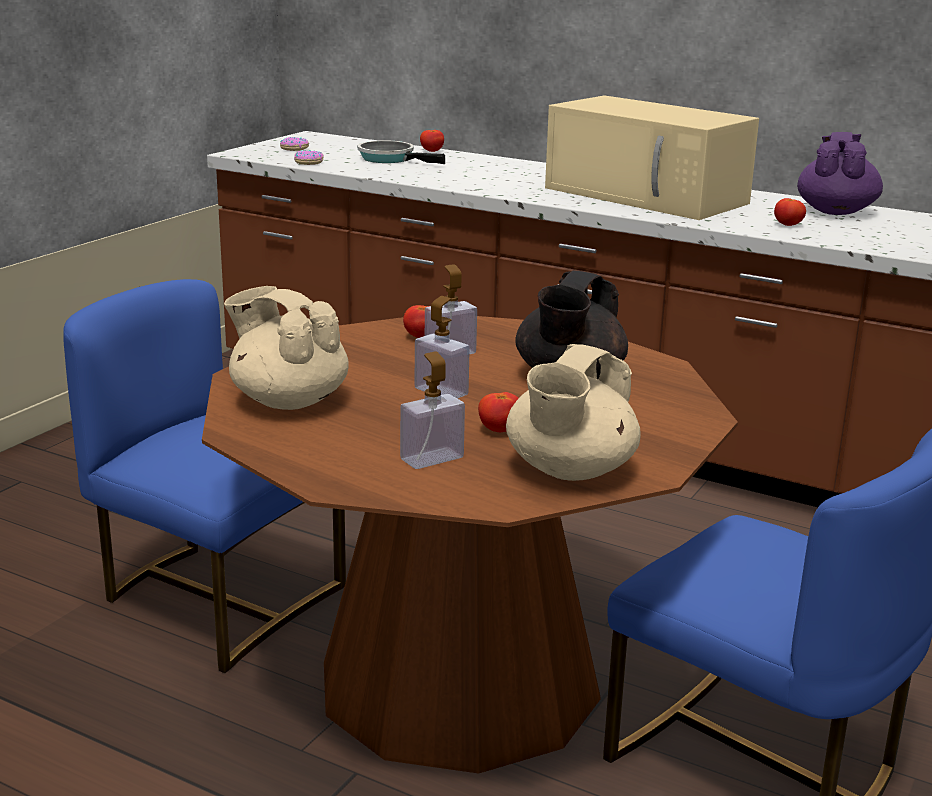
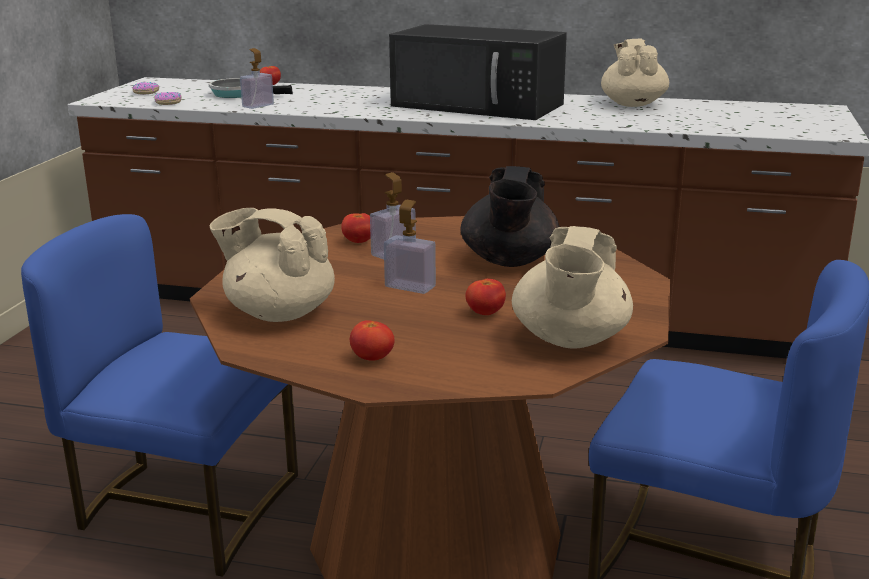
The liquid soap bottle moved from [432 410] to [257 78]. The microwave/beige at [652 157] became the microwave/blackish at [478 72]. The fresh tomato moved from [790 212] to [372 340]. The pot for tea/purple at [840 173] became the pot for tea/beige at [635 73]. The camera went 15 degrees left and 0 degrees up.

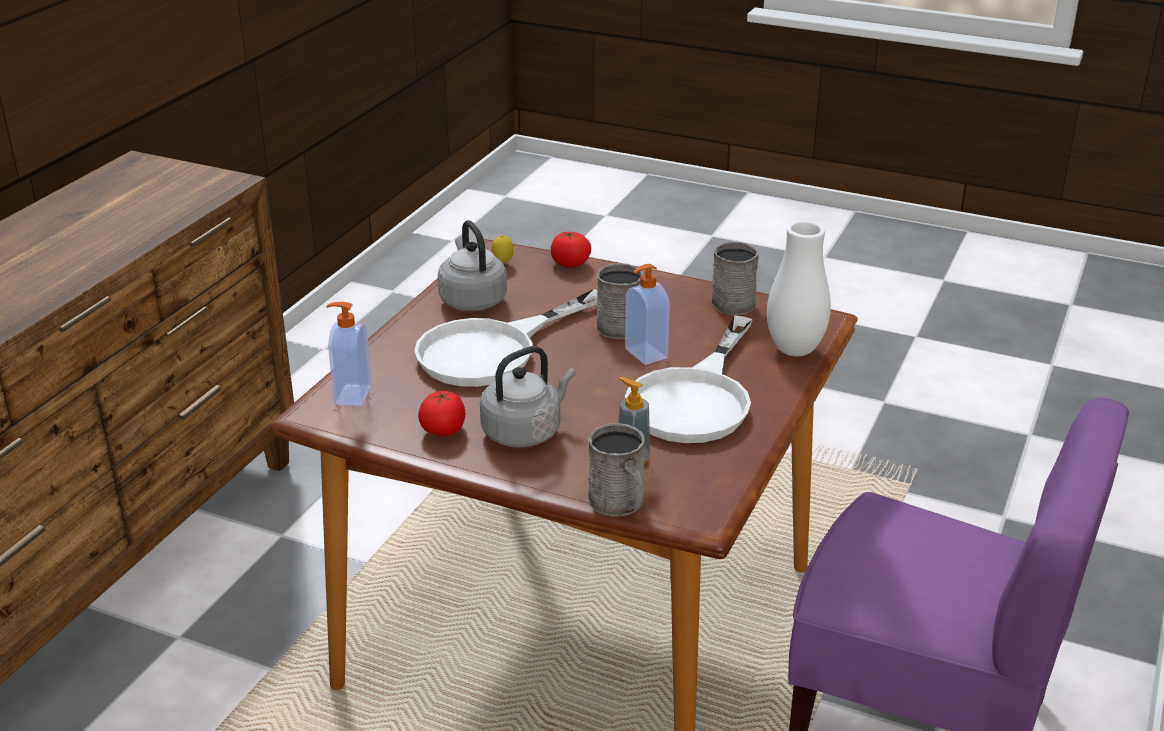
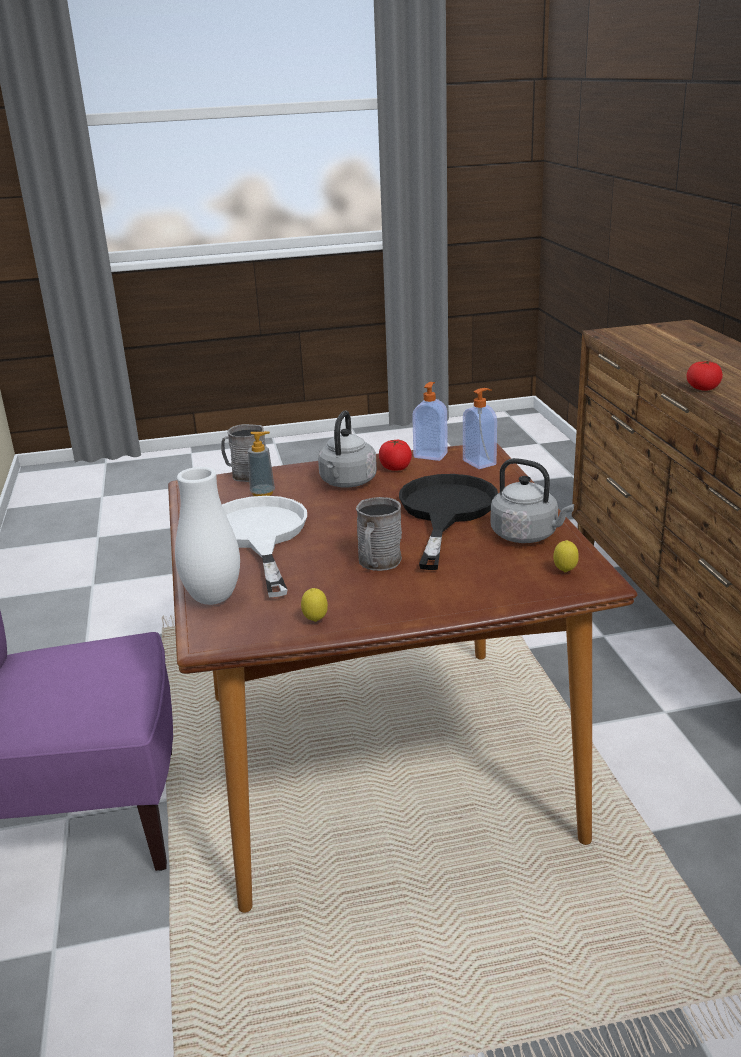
The skillet/white at [506 338] became the skillet/blackish at [448 522]. The fresh tomato moved from [571 250] to [705 376]. The liquid soap bottle moved from [647 314] to [430 421]. The coffee mug/grey at [735 278] was replaced by the lemon at [314 605]. The camera went 145 degrees right and 5 degrees down.

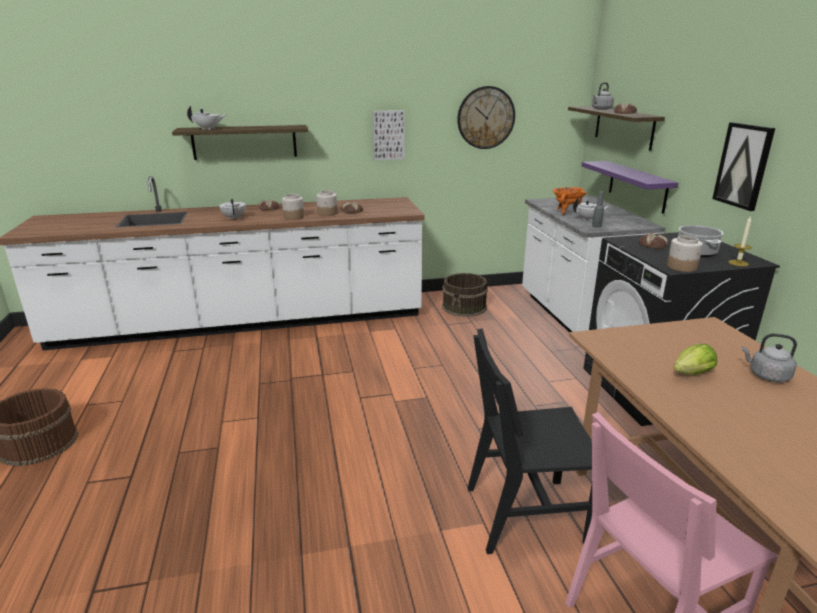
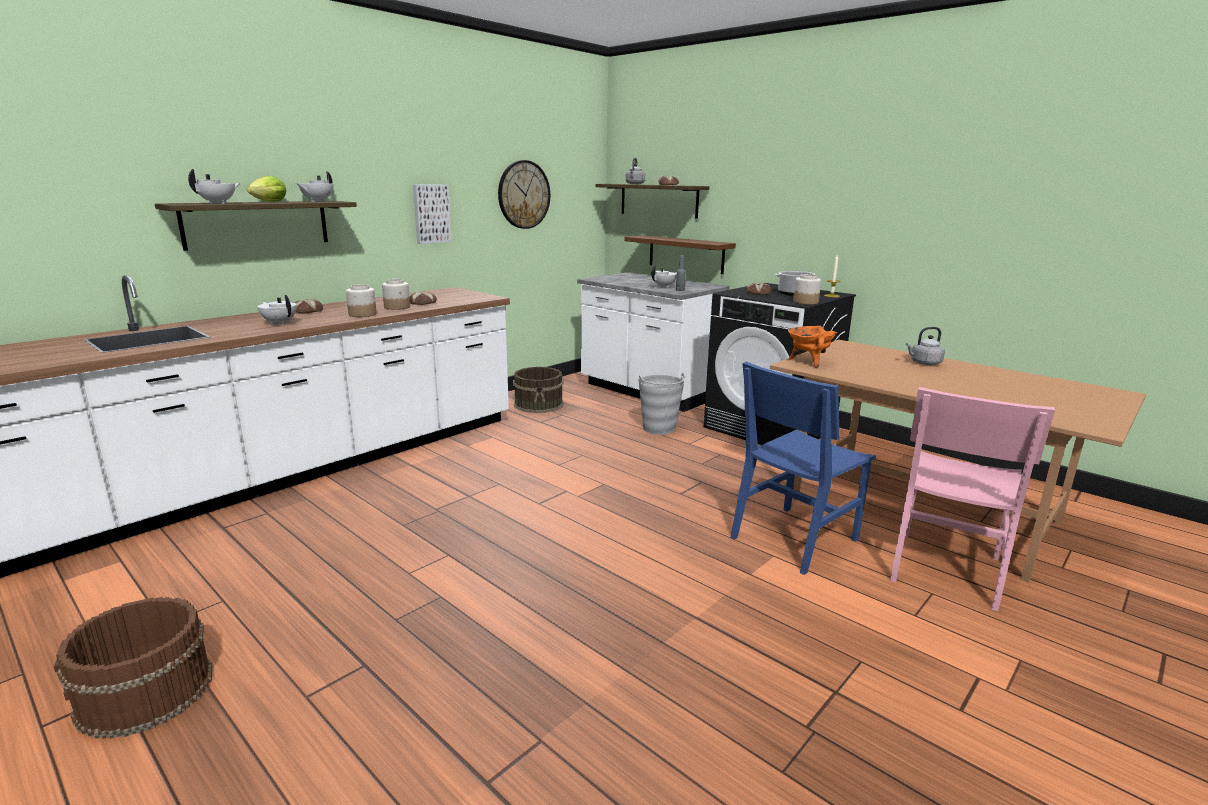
The chair/blackish at [530 441] became the chair/bluish at [803 468]. The saucepot/orange-coloured moved from [570 201] to [812 347]. The wall shelf/purple at [629 187] became the wall shelf/brownish at [680 254]. The head of lettuce moved from [695 359] to [266 189]. The wall picture at [743 166] disappeared. The pot for tea/white at [315 186] appeared. The pail/grey at [662 404] appeared. The camera went 35 degrees left and 5 degrees down.

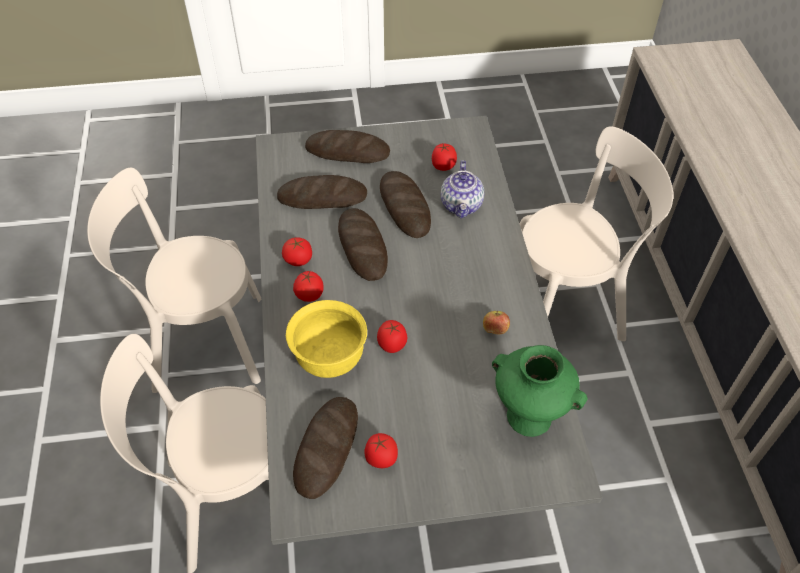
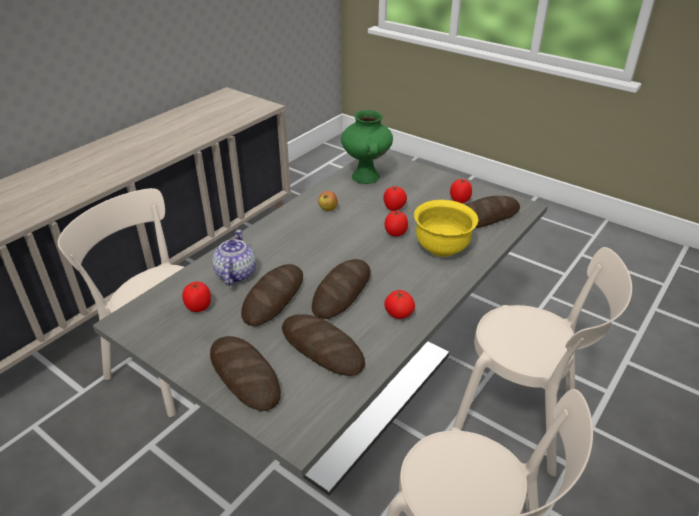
The fresh tomato moved from [308 286] to [395 198]. The pot for tea at [462 189] turned 45 degrees counterclockwise. The camera went 135 degrees left and 15 degrees down.

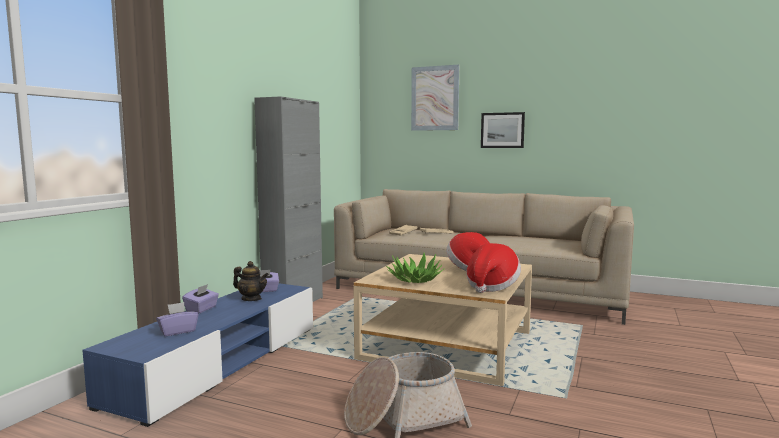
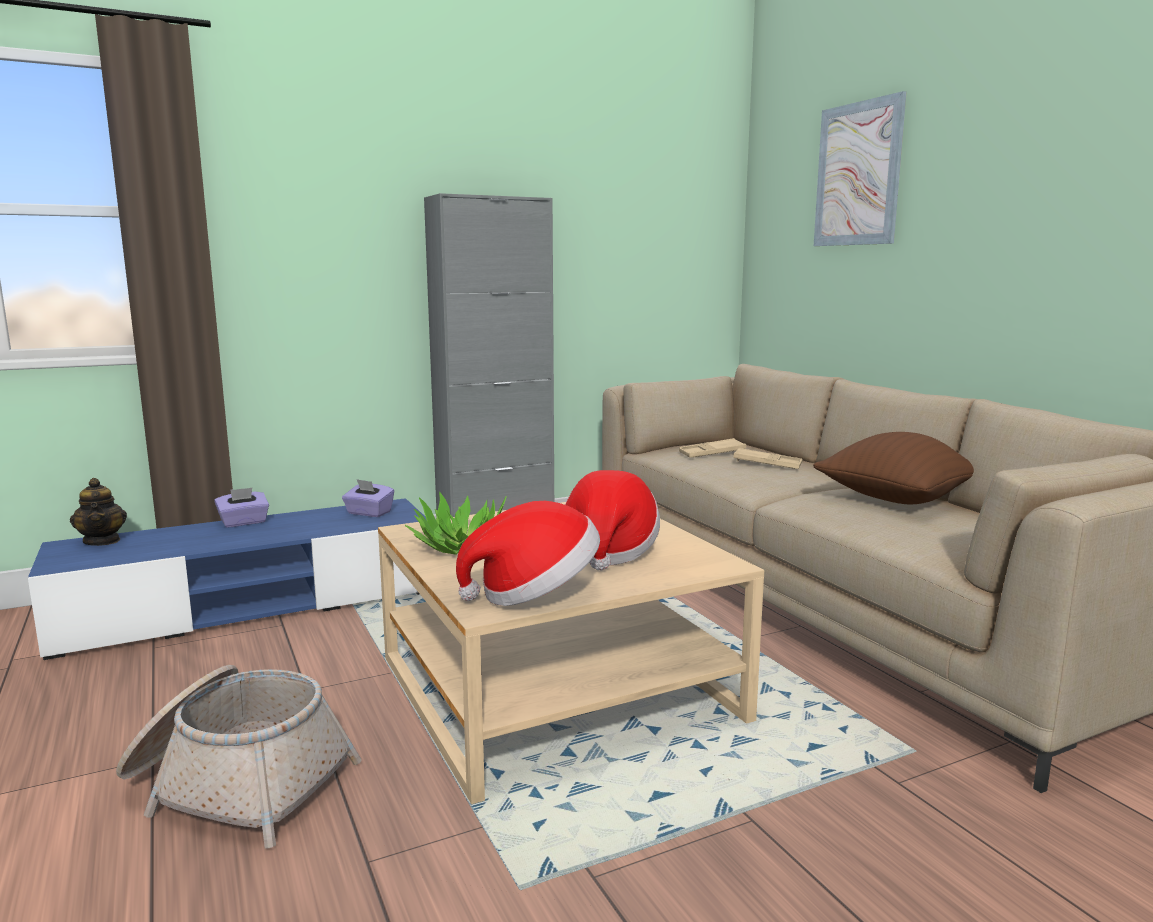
The box of tissues/purple at [177 319] disappeared. The pot for tea moved from [251 281] to [98 512]. The wall picture at [503 130] disappeared. The cushion/brownish at [893 468] appeared. The camera went 40 degrees right and 5 degrees up.

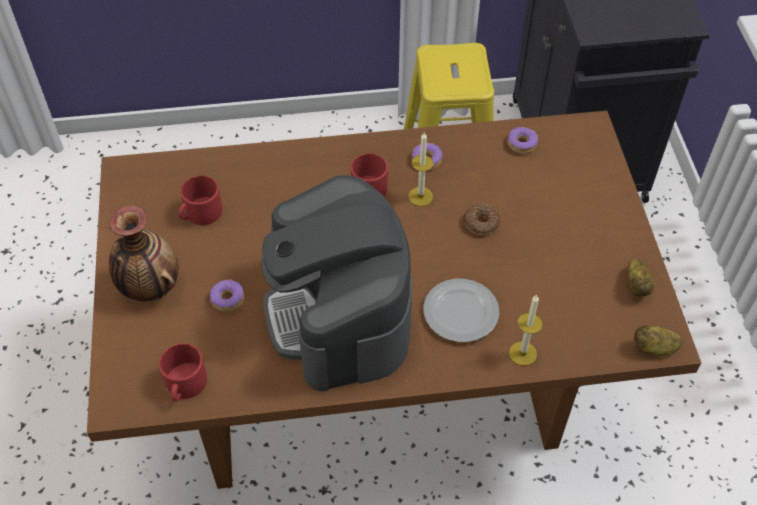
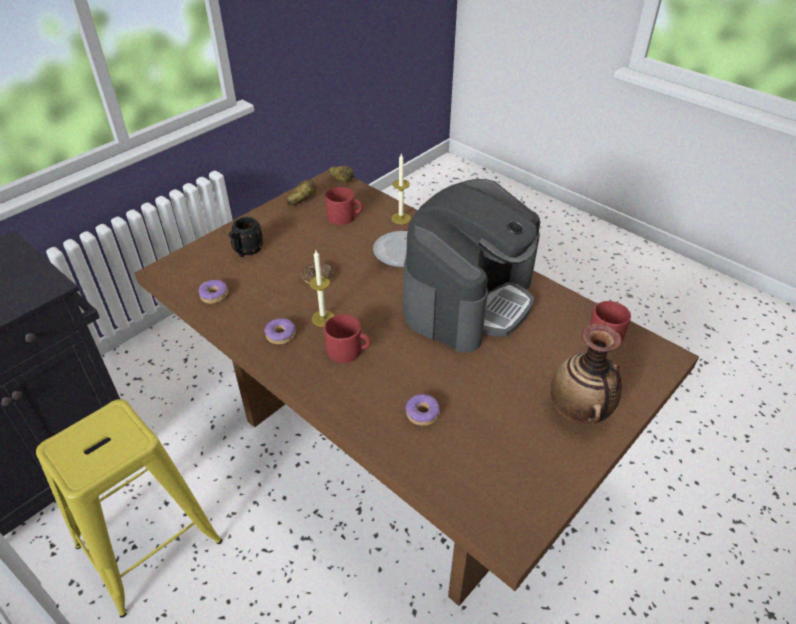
The coffee mug/reddish moved from [200 200] to [344 206]. The doughnut moved from [227 295] to [423 410]. The coffee mug/blackish at [246 237] appeared. The camera went 130 degrees left and 10 degrees down.

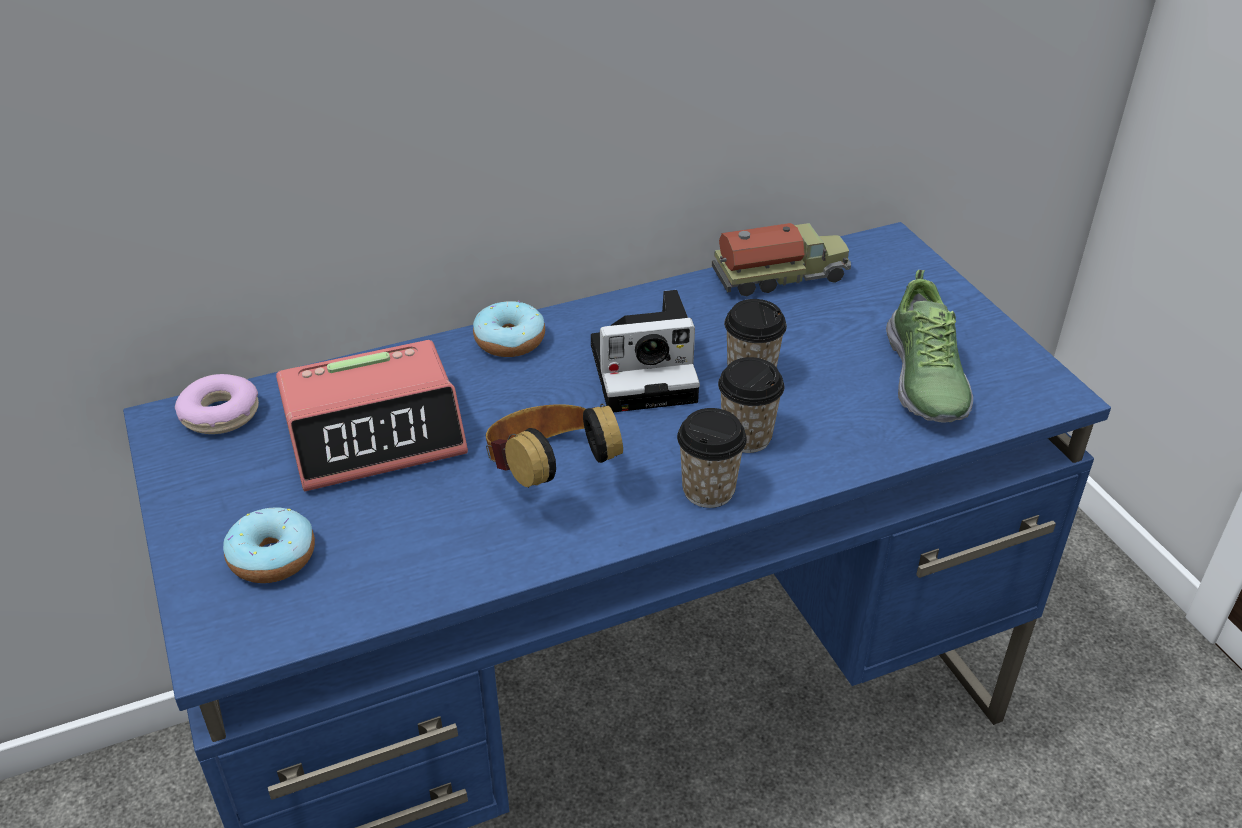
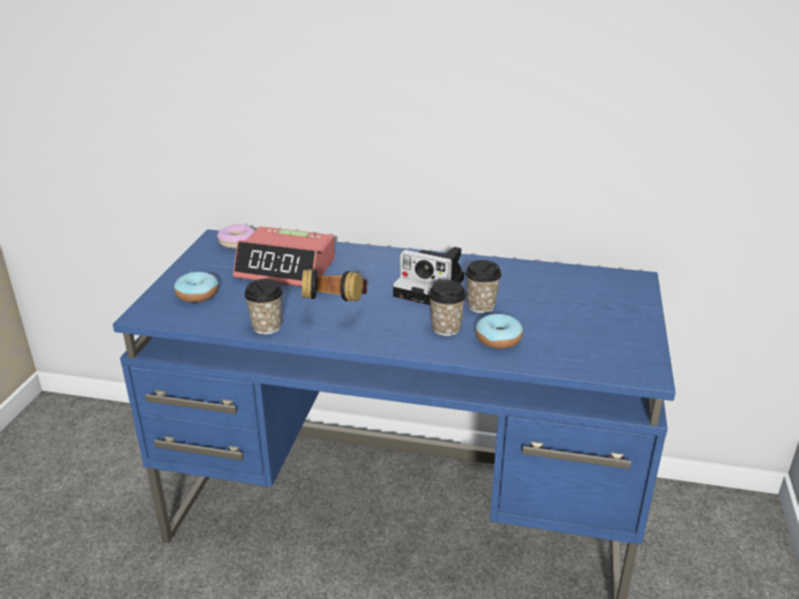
The doughnut moved from [509 328] to [499 331]. The small cup moved from [712 458] to [263 307]. The model truck at [781 259] disappeared. The low shoe at [929 346] disappeared. The camera went 35 degrees right and 10 degrees down.

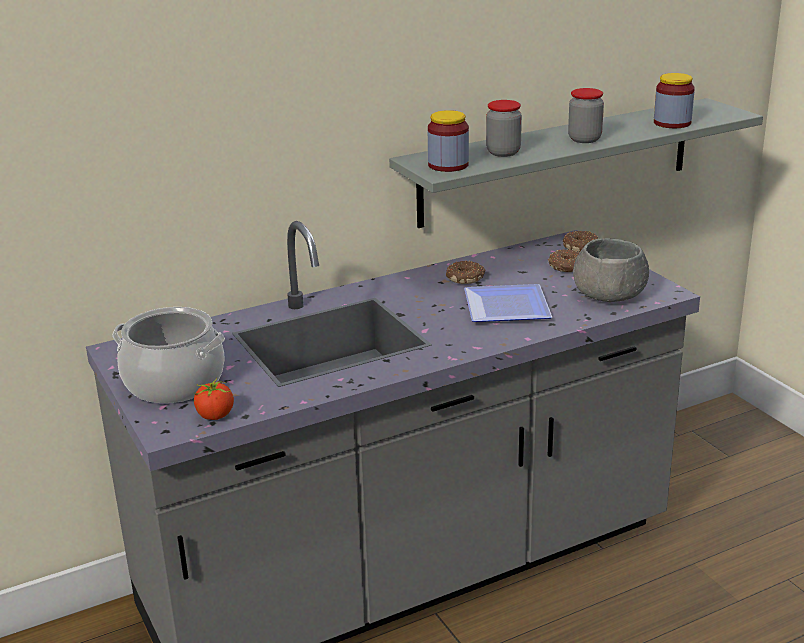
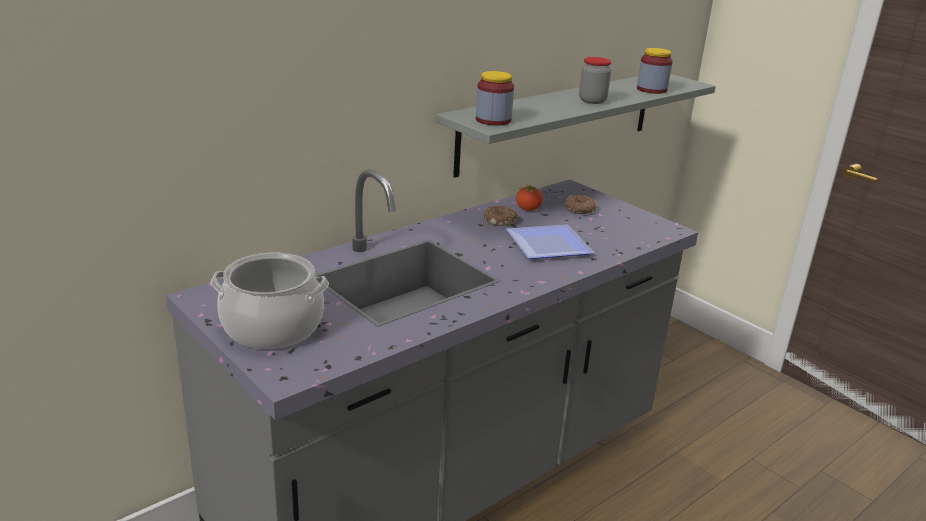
The fresh tomato moved from [214 399] to [530 197]. The jar at [504 128] disappeared. The doughnut at [581 241] disappeared. The bowl/grey at [611 270] disappeared. The camera went 15 degrees left and 0 degrees up.

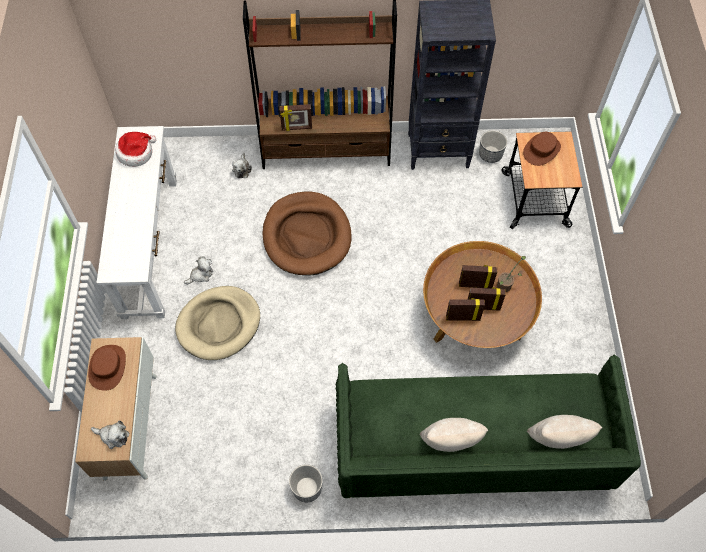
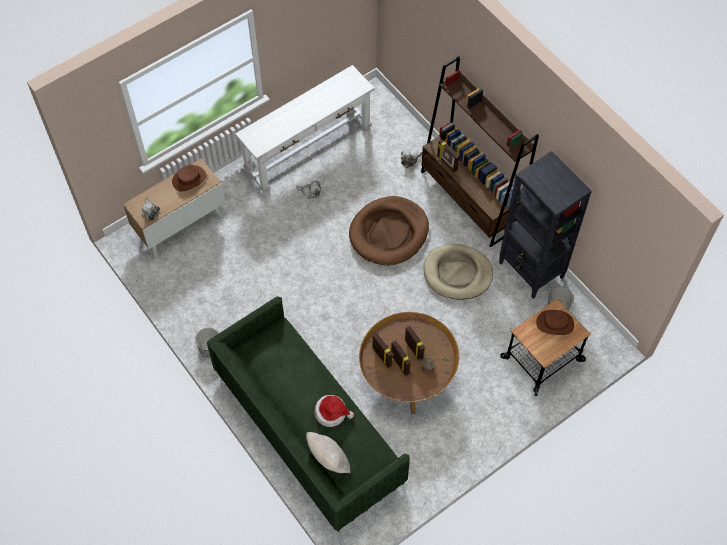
The hat moved from [135 149] to [334 411]. The dog bed/beige moved from [217 323] to [458 272]. The cushion/beige at [454 435] disappeared. The camera went 55 degrees right and 0 degrees up.

